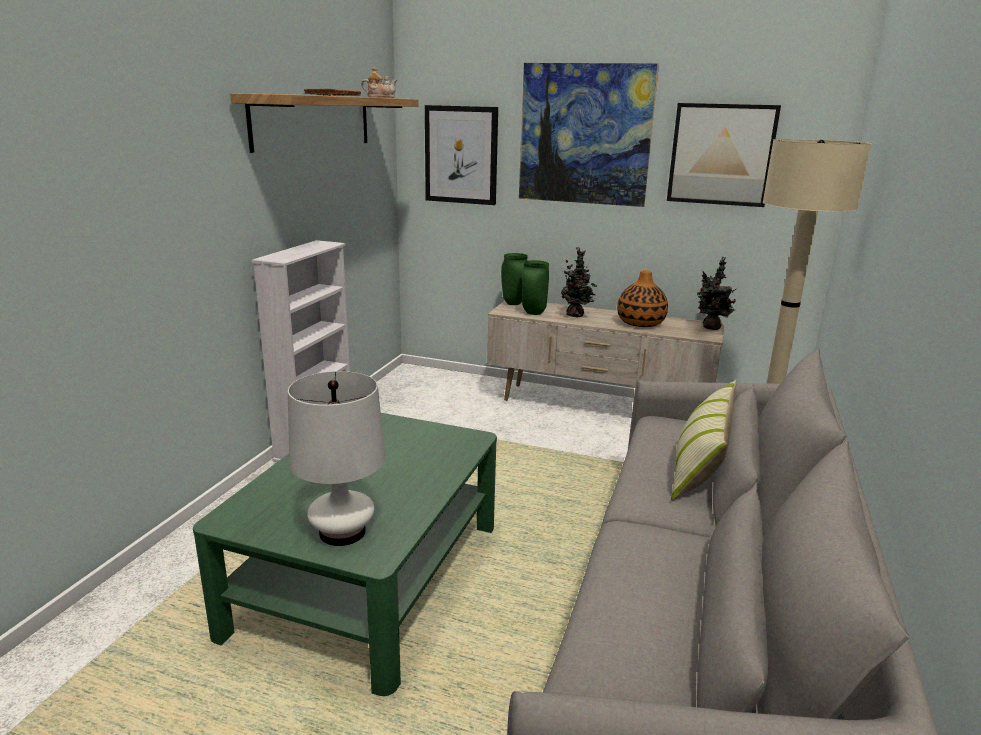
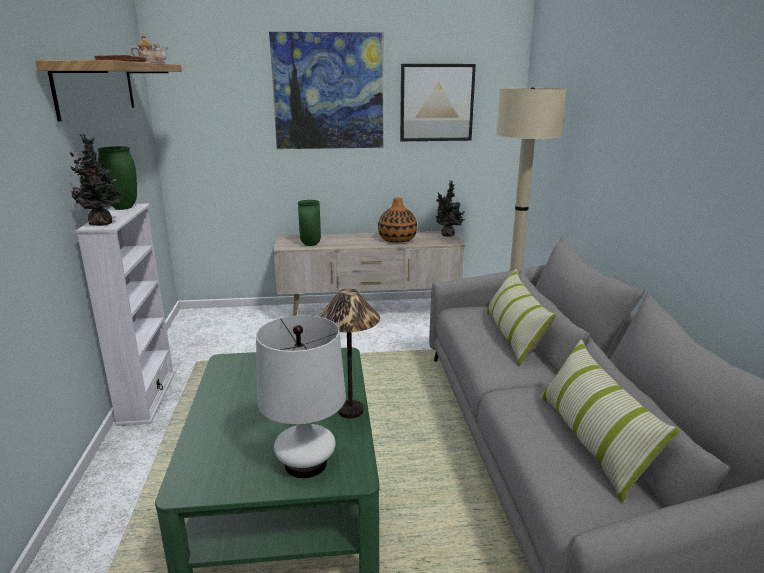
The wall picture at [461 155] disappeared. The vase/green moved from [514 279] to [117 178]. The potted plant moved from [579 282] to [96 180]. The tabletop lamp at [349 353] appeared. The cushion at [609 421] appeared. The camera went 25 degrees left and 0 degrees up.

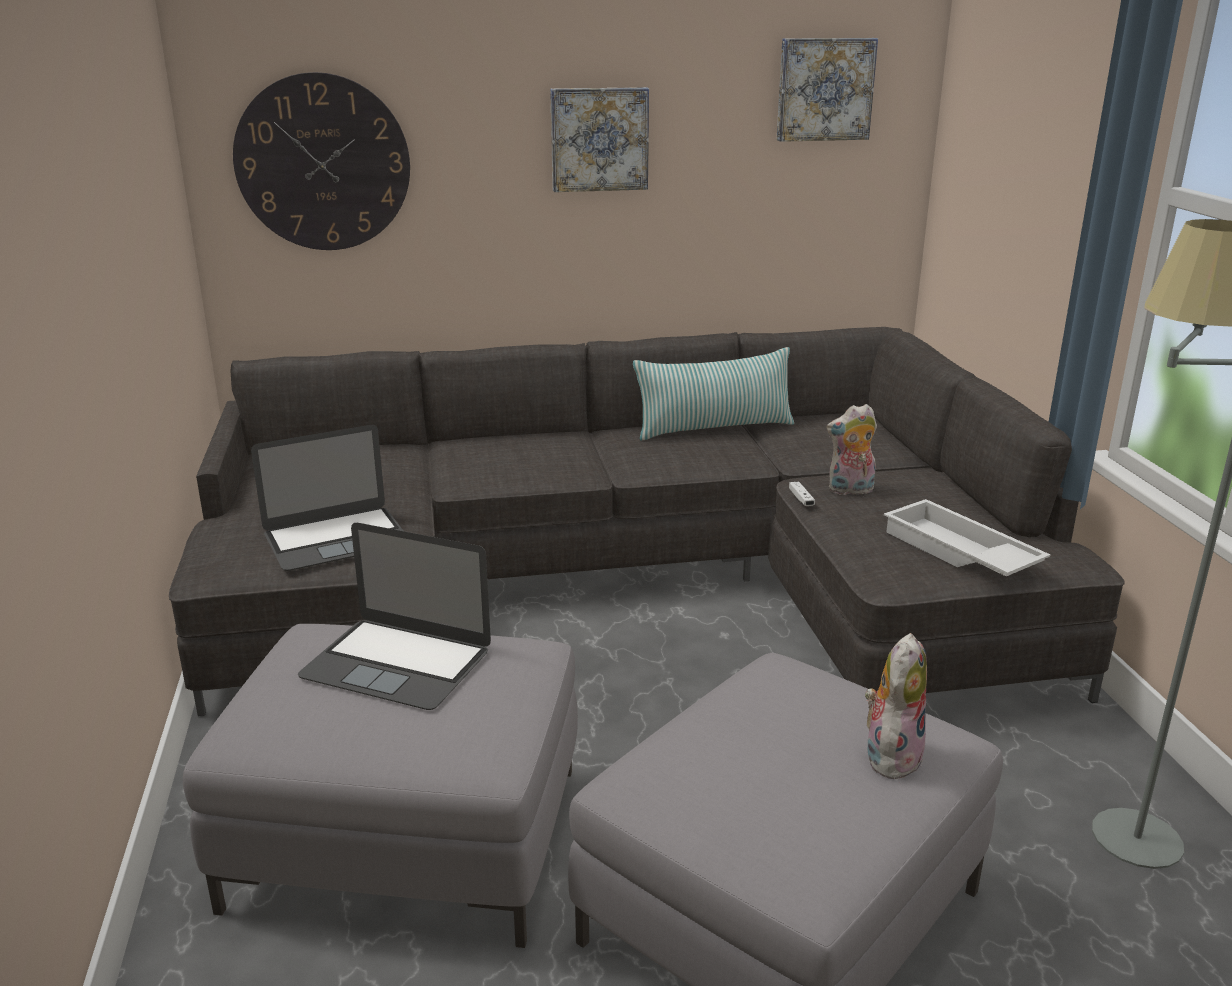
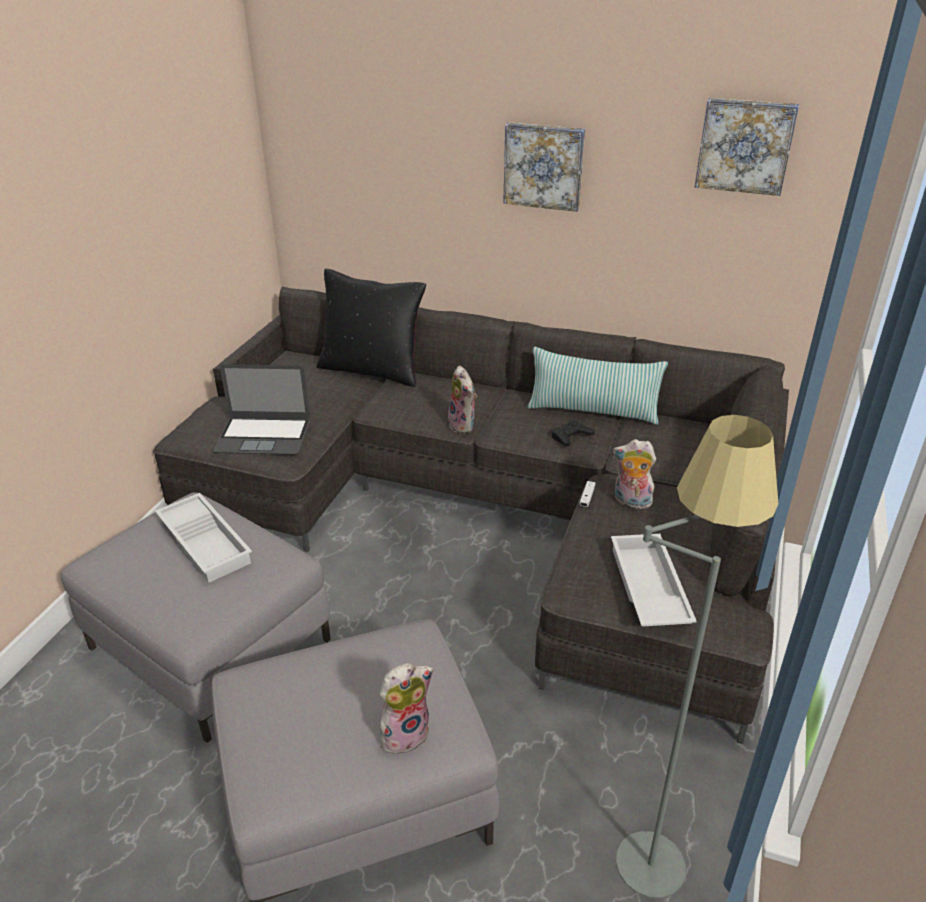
The wall clock at [321 161] disappeared. The laptop at [394 616] was replaced by the tray/white at [203 538]. The cushion/blackish at [371 328] appeared. The soft toy at [462 399] appeared. The game controller/blackish at [573 433] appeared. The camera went 30 degrees right and 10 degrees up.

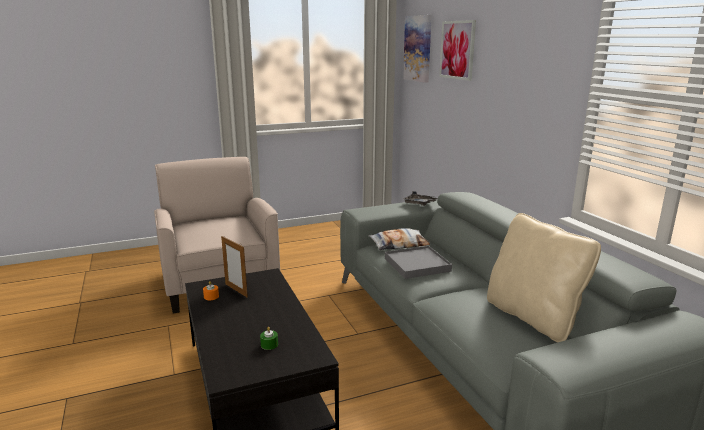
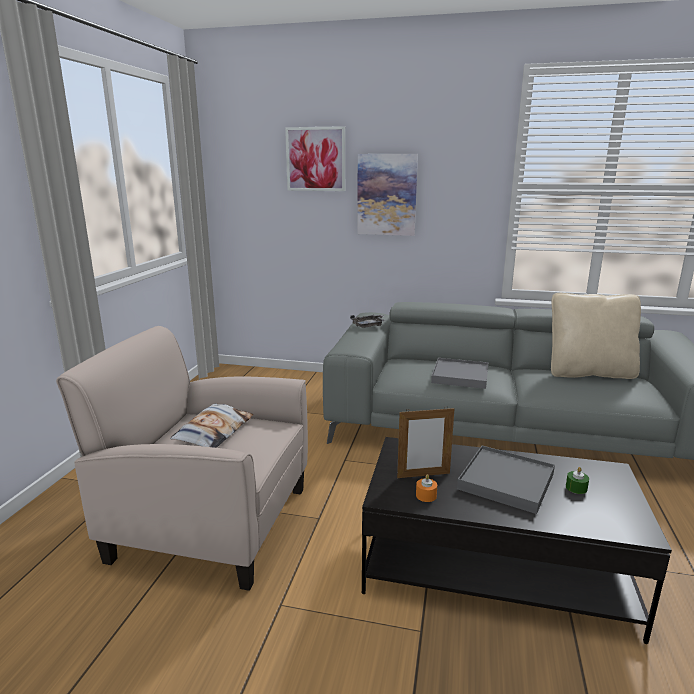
The cushion moved from [399 239] to [212 425]. The wall picture moved from [417 49] to [387 195]. The tray/grey at [506 479] appeared. The camera went 55 degrees left and 0 degrees up.

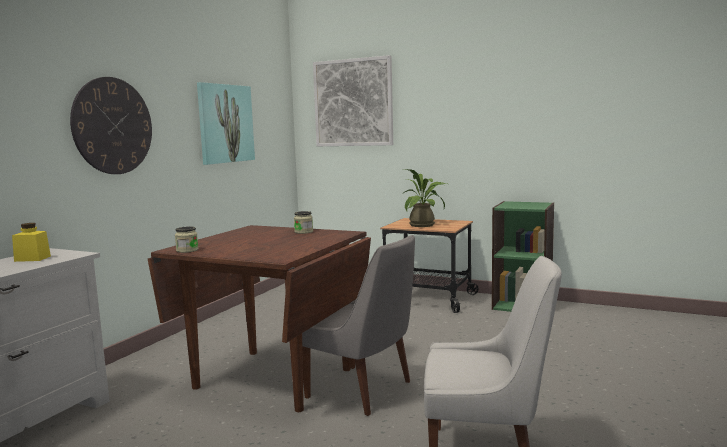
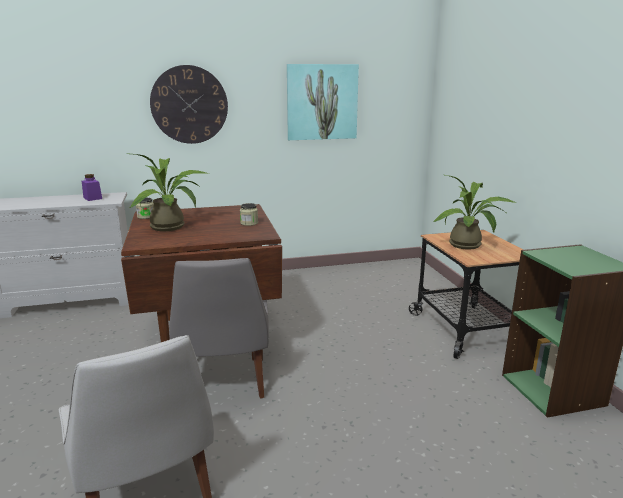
The jar/yellowish at [31 242] became the jar/purple at [92 187]. The wall picture at [353 100] disappeared. The potted plant at [169 192] appeared. The camera went 50 degrees right and 10 degrees up.

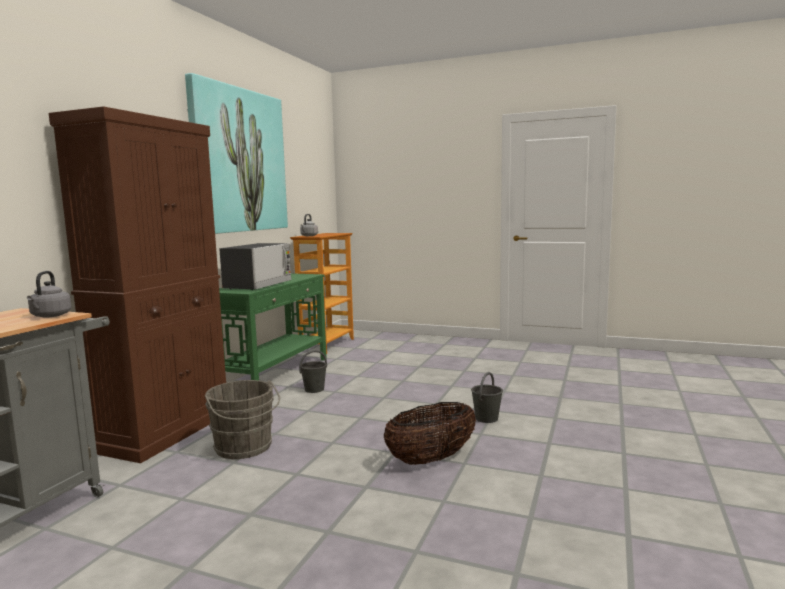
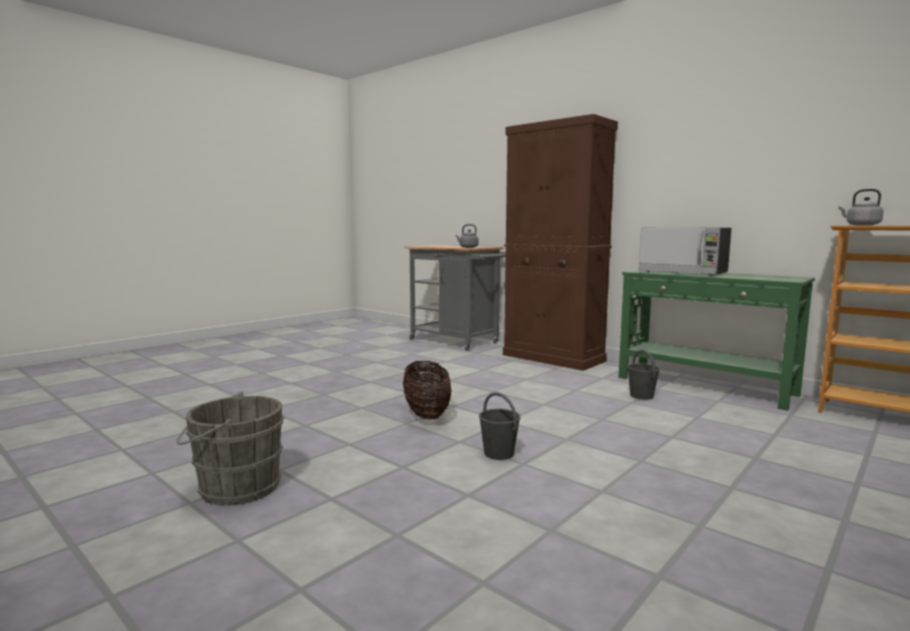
The wall picture at [236 153] disappeared. The pail/grey moved from [242 419] to [230 449]. The camera went 110 degrees right and 0 degrees up.

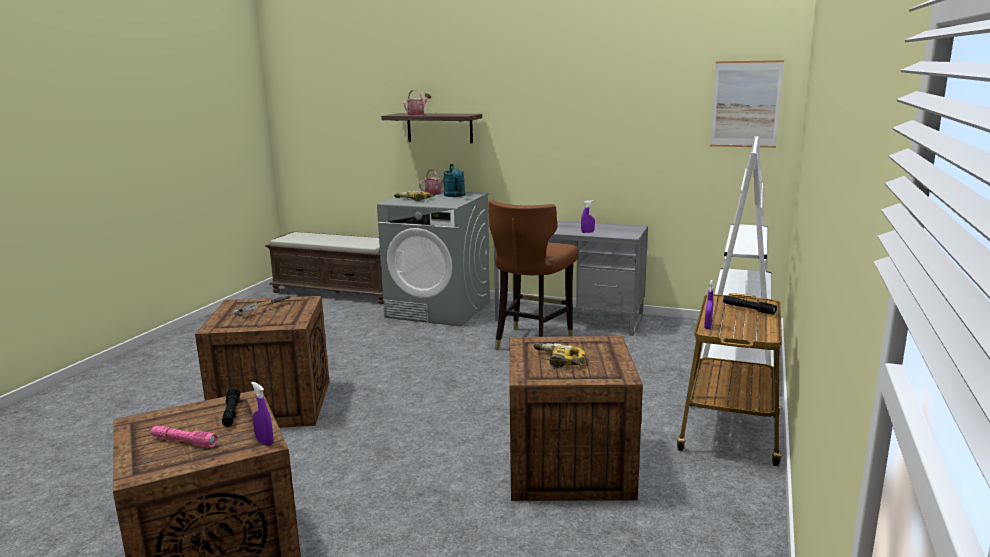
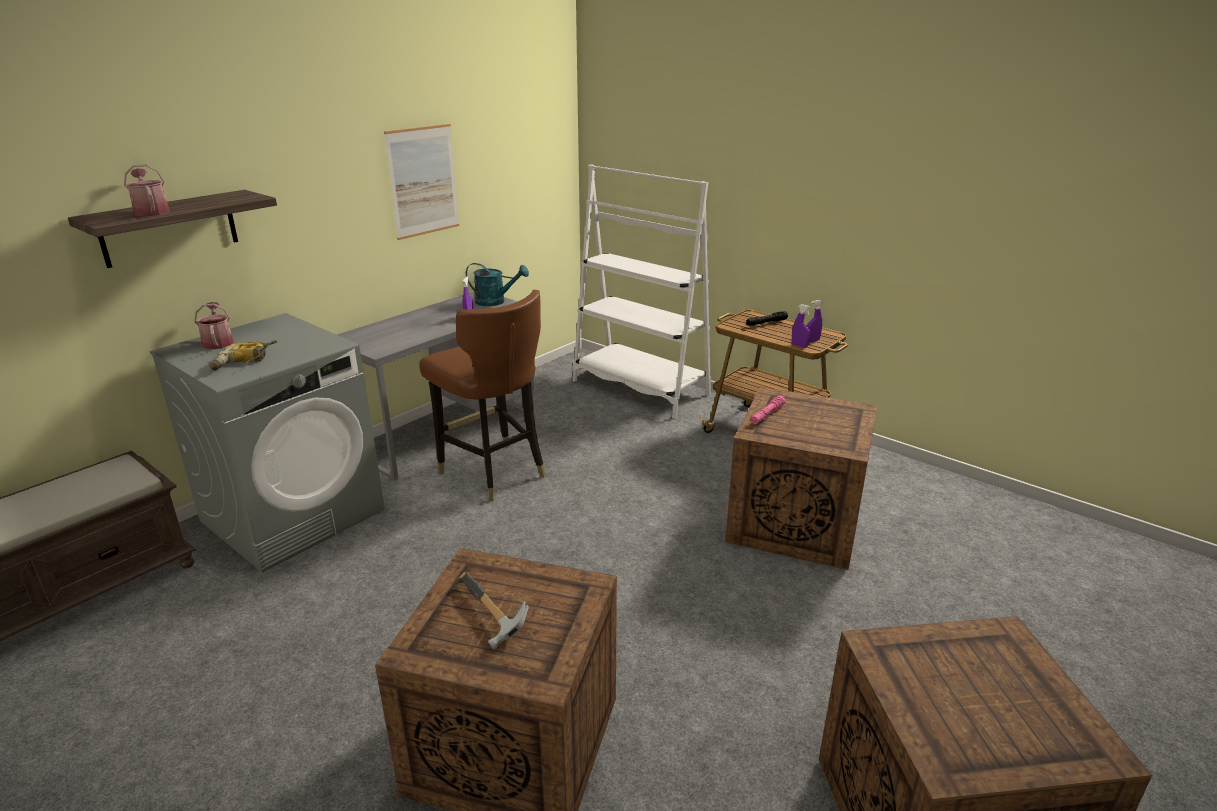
The torch/pinkish moved from [184 436] to [768 410]. The torch/blackish at [231 407] disappeared. The spray bottle/purple moved from [262 414] to [814 321]. The watering can/turquoise moved from [454 180] to [497 284]. The power drill at [559 355] disappeared. The wall picture moved from [747 104] to [421 182]. The camera went 70 degrees left and 10 degrees up.

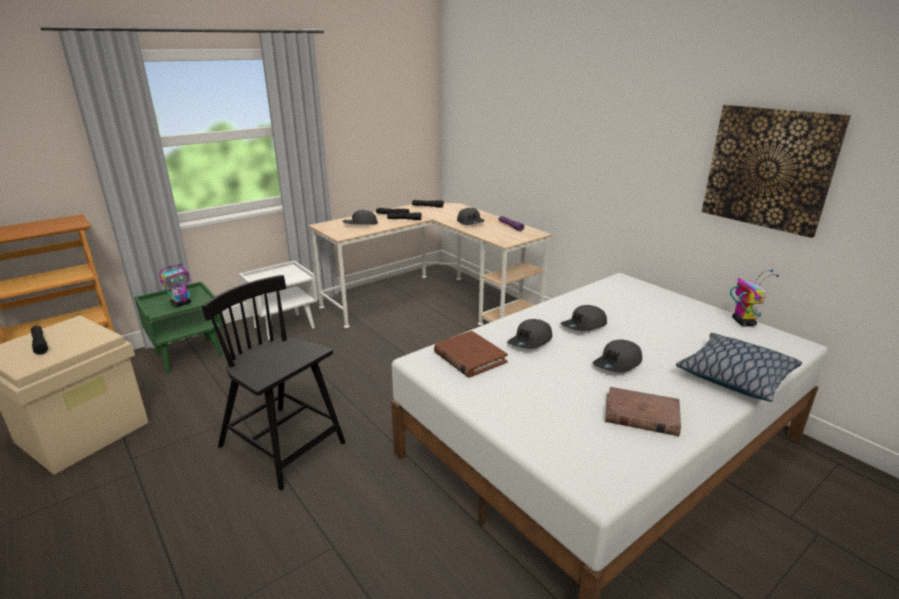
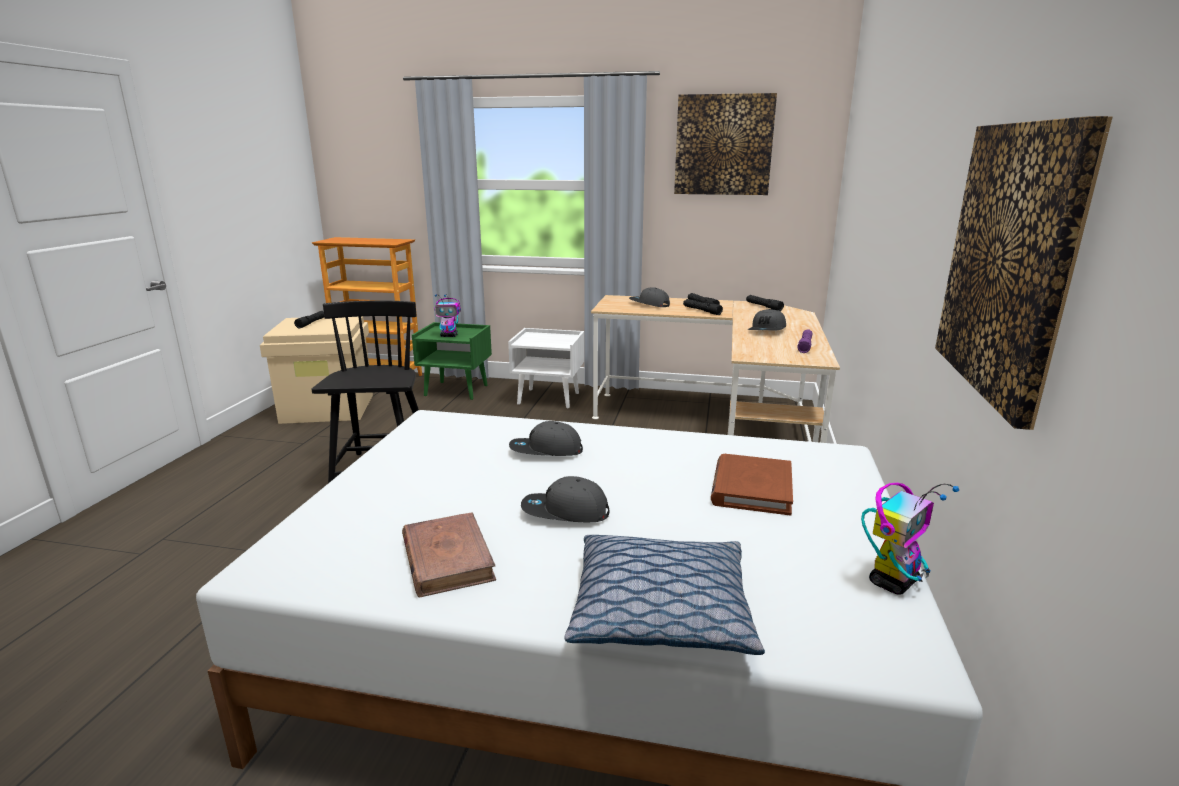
The bound book/brownish moved from [471 354] to [752 484]. The baseball cap/grey at [583 318] disappeared. The wall picture at [725 144] appeared. The camera went 50 degrees right and 5 degrees down.

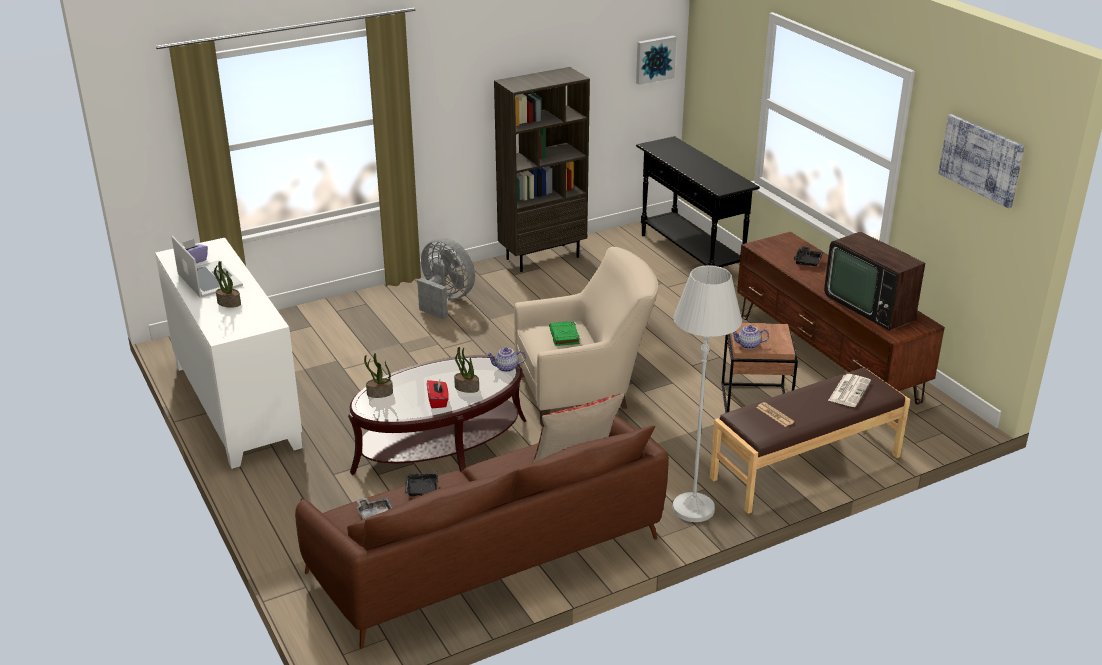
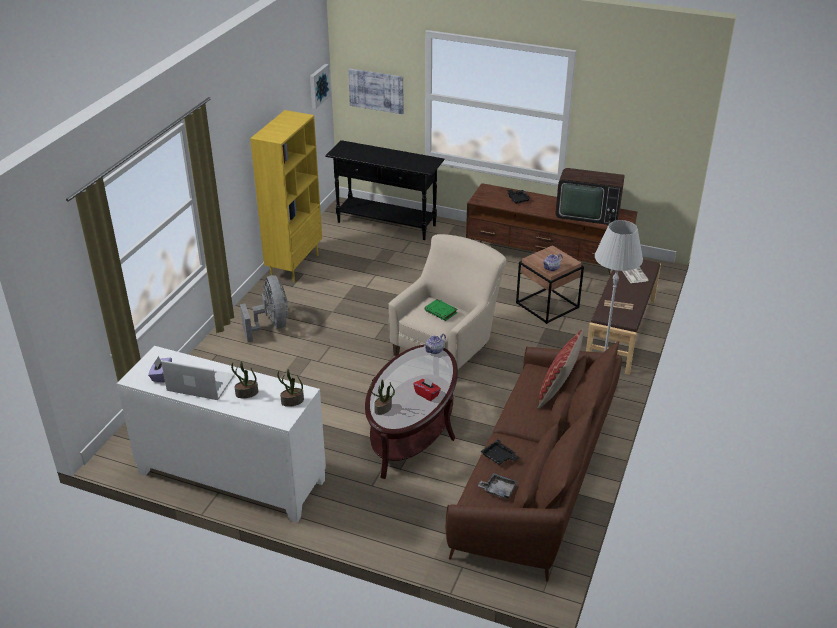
The cooling fan/grey at [446 278] turned 75 degrees clockwise. The potted plant moved from [466 370] to [290 388]. The bookcase/brownish at [542 169] became the bookcase/yellowish at [286 196]. The wall picture moved from [981 161] to [376 91]. The camera went 40 degrees left and 5 degrees up.

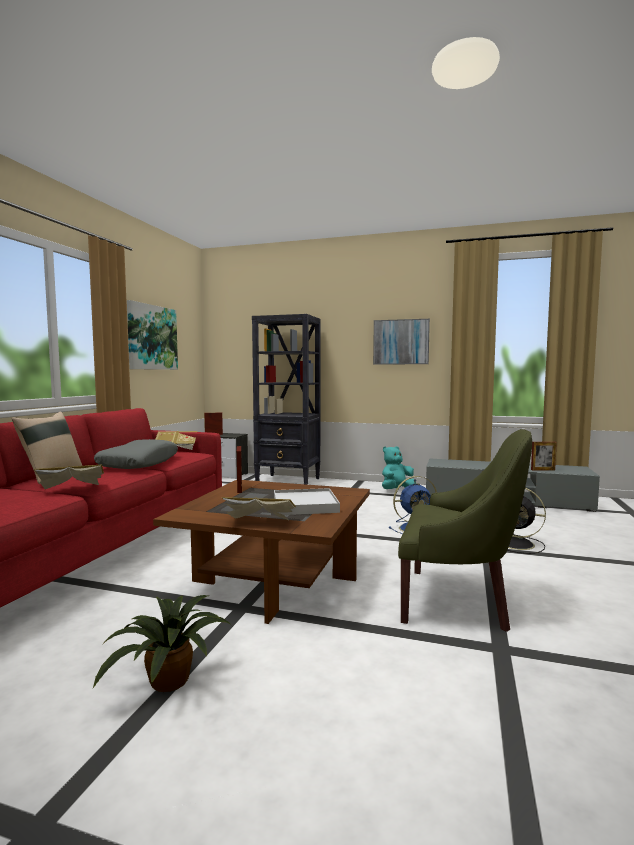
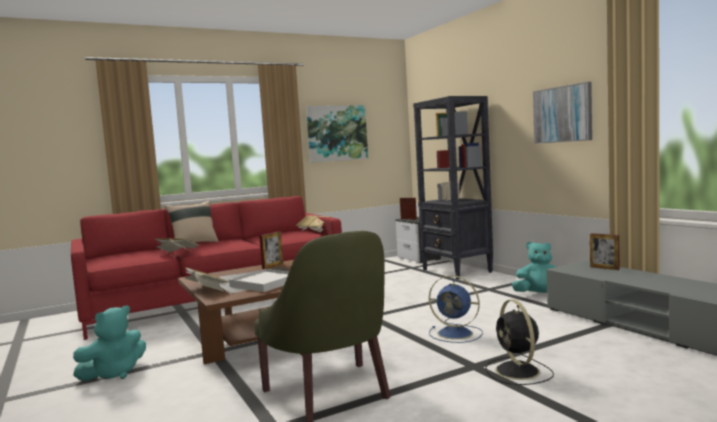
The potted plant at [162 643] was replaced by the soft toy/turquoise at [109 343]. The cushion/grey at [136 454] disappeared. The standing frame moved from [544 456] to [605 251]. The camera went 45 degrees right and 0 degrees up.

